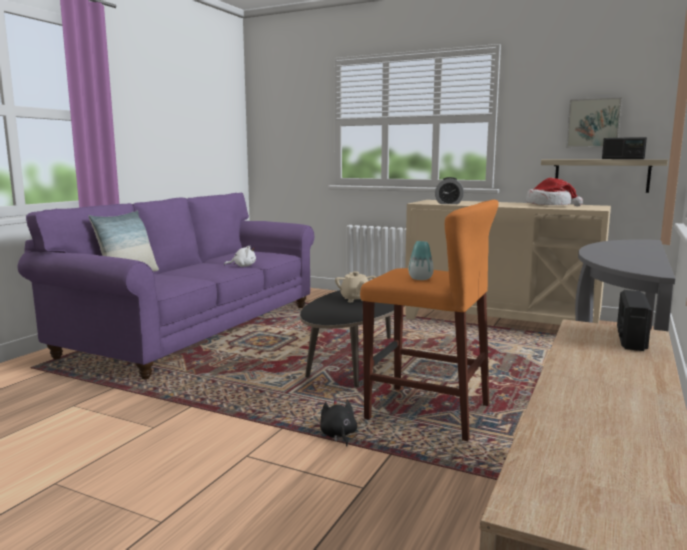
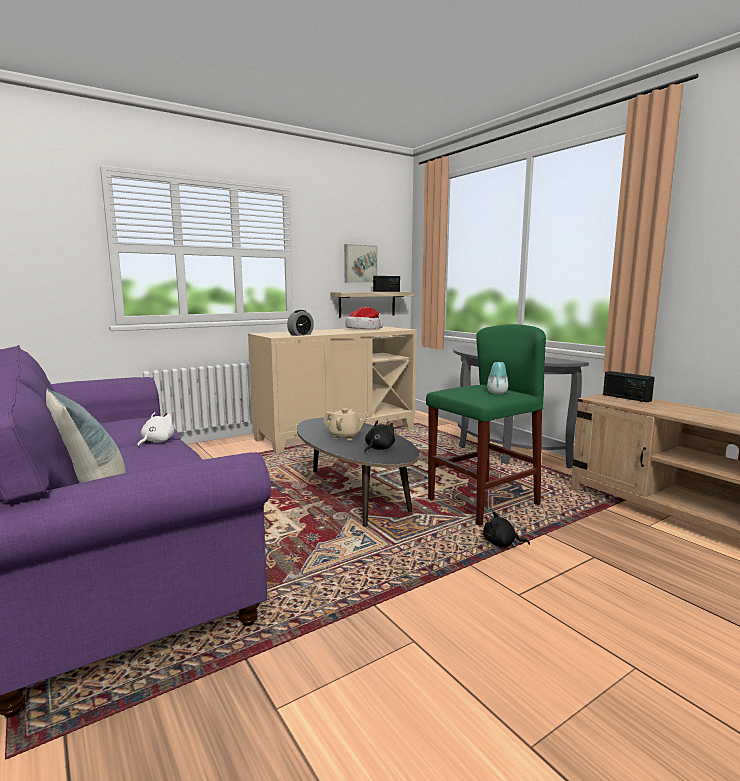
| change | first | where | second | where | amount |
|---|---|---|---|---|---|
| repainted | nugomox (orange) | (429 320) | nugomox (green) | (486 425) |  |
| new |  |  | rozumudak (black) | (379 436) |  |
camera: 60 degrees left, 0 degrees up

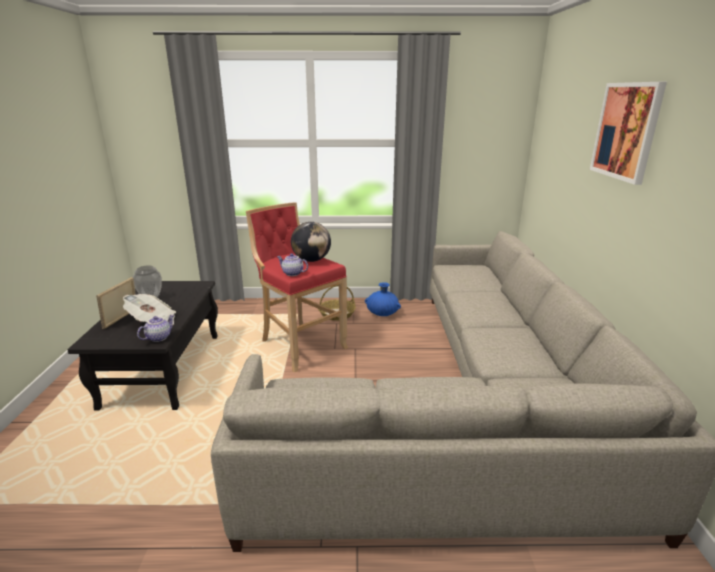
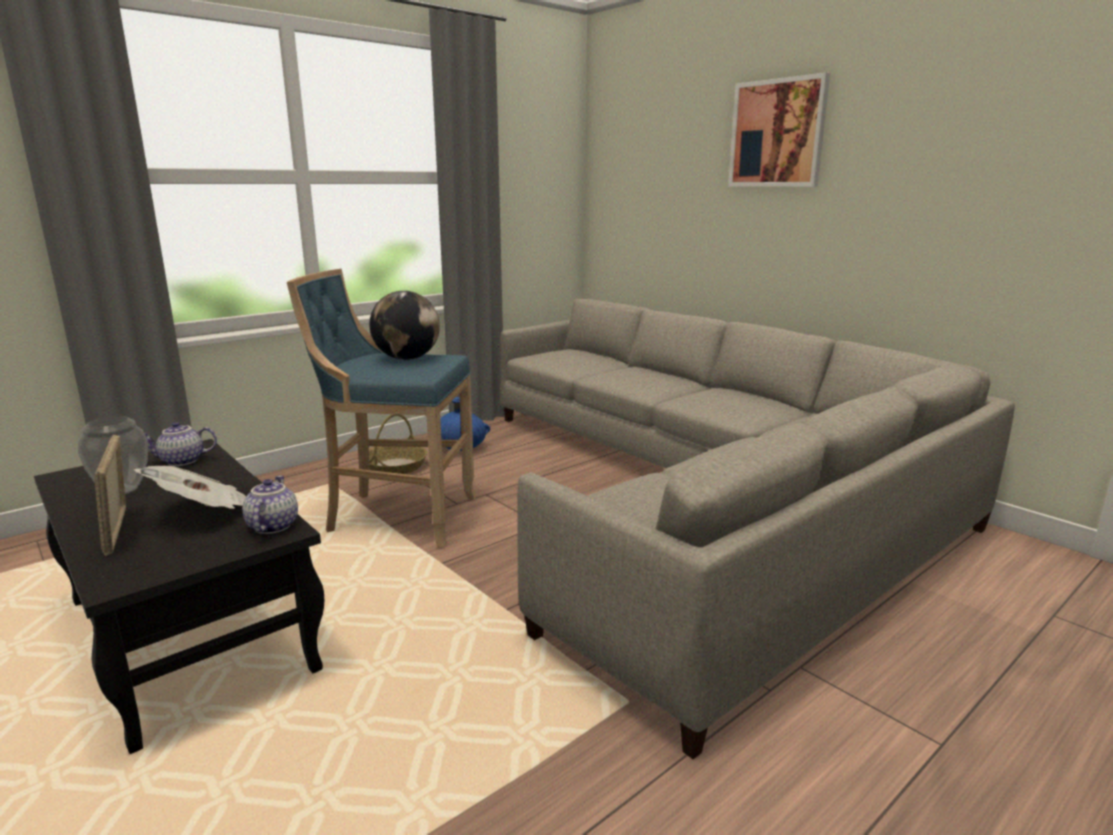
| change | first | where | second | where | amount |
|---|---|---|---|---|---|
| repainted | nugomox (red) | (297 287) | nugomox (blue) | (381 408) |  |
| shifted | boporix | (292 264) |  | (180 444) |  |
camera: 40 degrees left, 5 degrees down

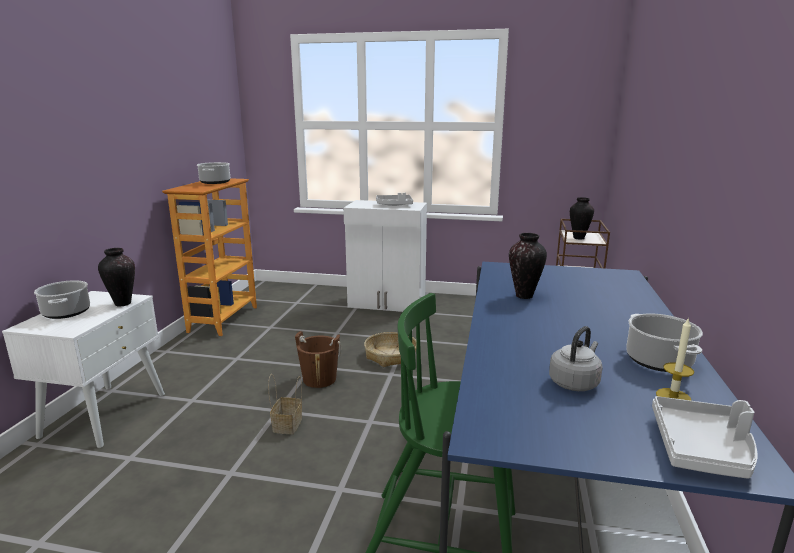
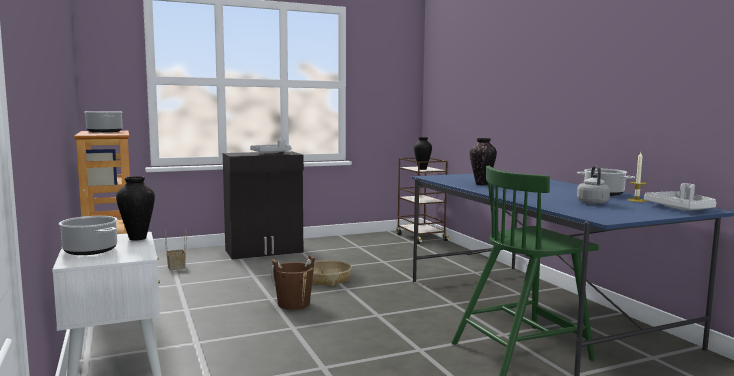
| change | first | where | second | where | amount |
|---|---|---|---|---|---|
| shifted | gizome | (285 404) |  | (175 250) |  |
| repainted | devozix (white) | (385 256) | devozix (black) | (263 205) |  |
camera: 35 degrees left, 10 degrees down

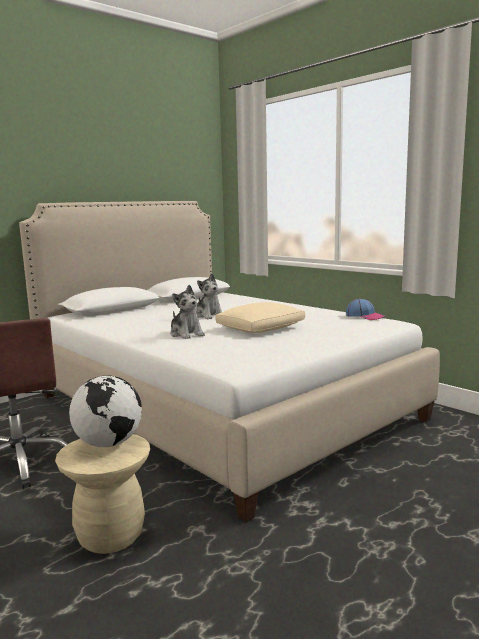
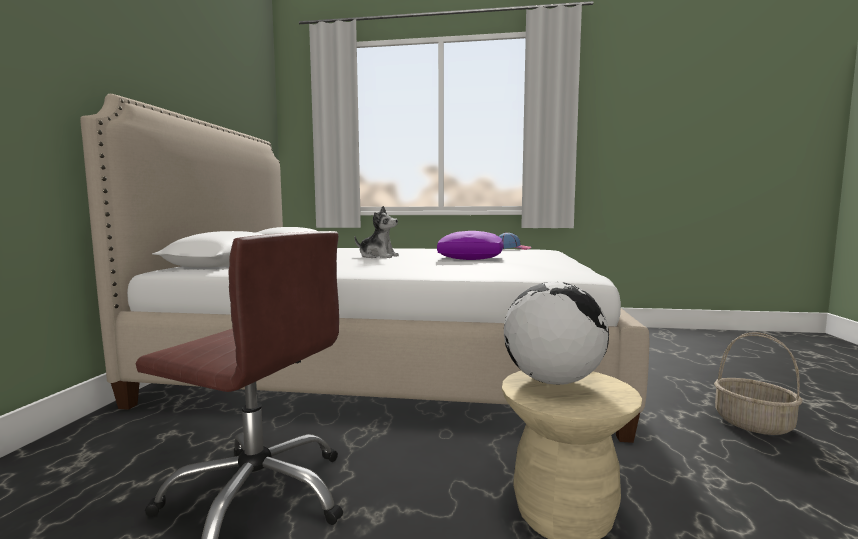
| change | first | where | second | where | amount |
|---|---|---|---|---|---|
| gone | rozumudak | (187 312) |  |  |  |
| repainted | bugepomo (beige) | (260 317) | bugepomo (purple) | (470 245) |  |
| new |  |  | gizome | (758 383) |  |
camera: 40 degrees left, 5 degrees down

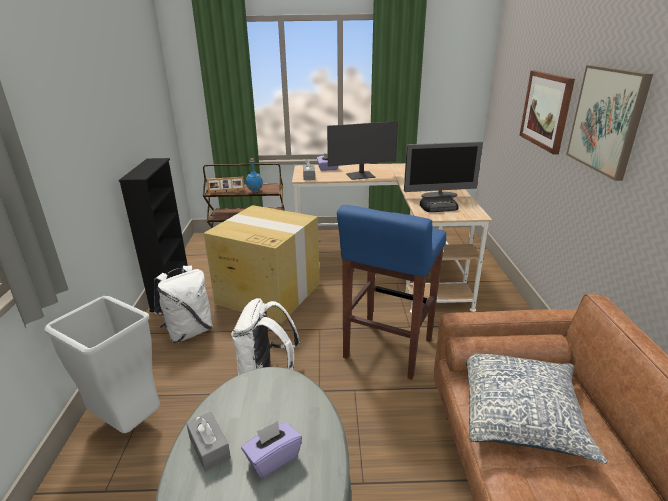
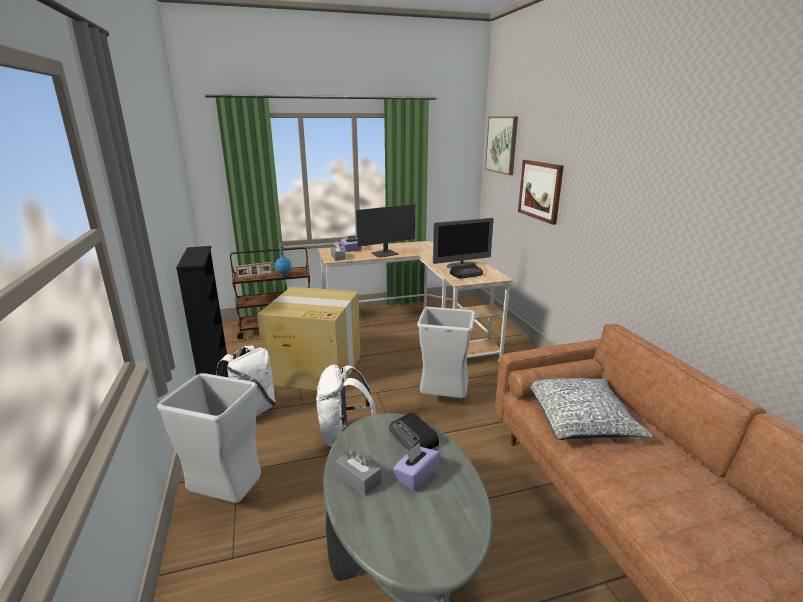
| change | first | where | second | where | amount |
|---|---|---|---|---|---|
| swapped | nugomox (blue) | (391 292) | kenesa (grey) | (446 352) |  |
| shifted | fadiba | (609 123) |  | (501 146) |  |
| new |  |  | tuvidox | (414 431) |  |
camera: 15 degrees left, 5 degrees down

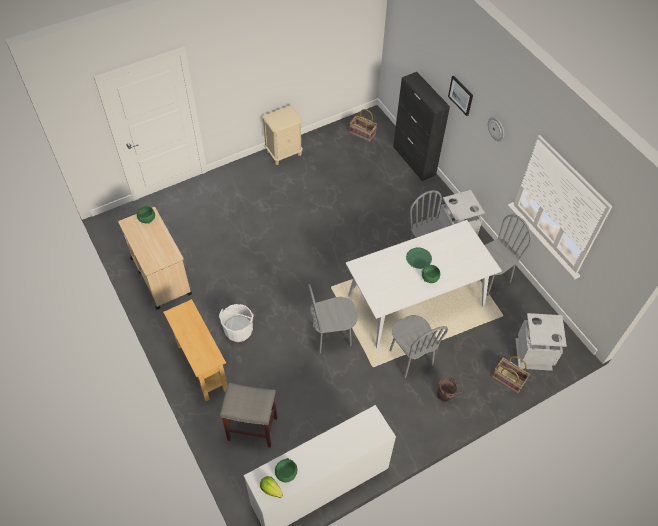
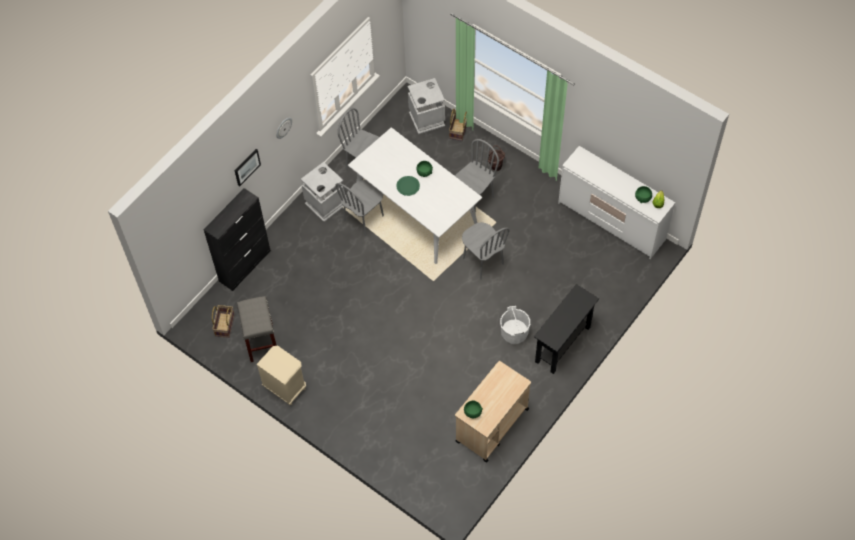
| change | first | where | second | where | amount |
|---|---|---|---|---|---|
| repainted | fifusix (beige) | (195 350) | fifusix (black) | (566 329) |  |
| shifted | nugomox (grey) | (248 415) |  | (257 329) |  |
camera: 110 degrees left, 5 degrees up

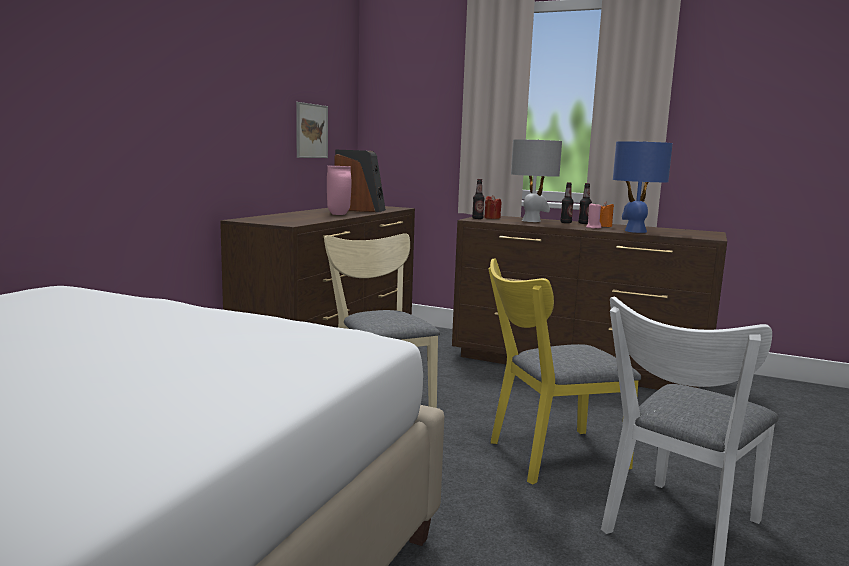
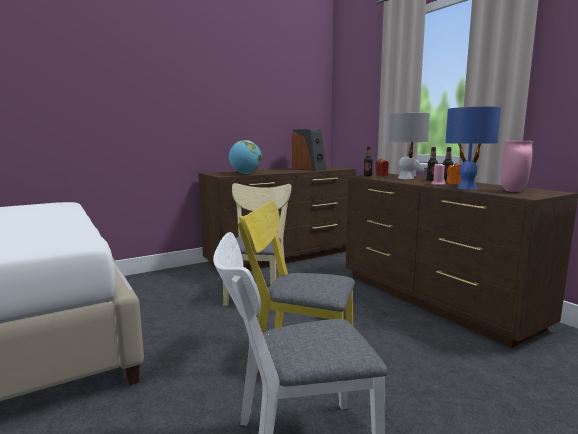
| change | first | where | second | where | amount |
|---|---|---|---|---|---|
| gone | fadiba | (312 130) |  |  |  |
| shifted | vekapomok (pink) | (339 190) |  | (517 166) |  |
| new |  |  | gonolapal | (245 157) |  |
camera: 35 degrees right, 0 degrees up

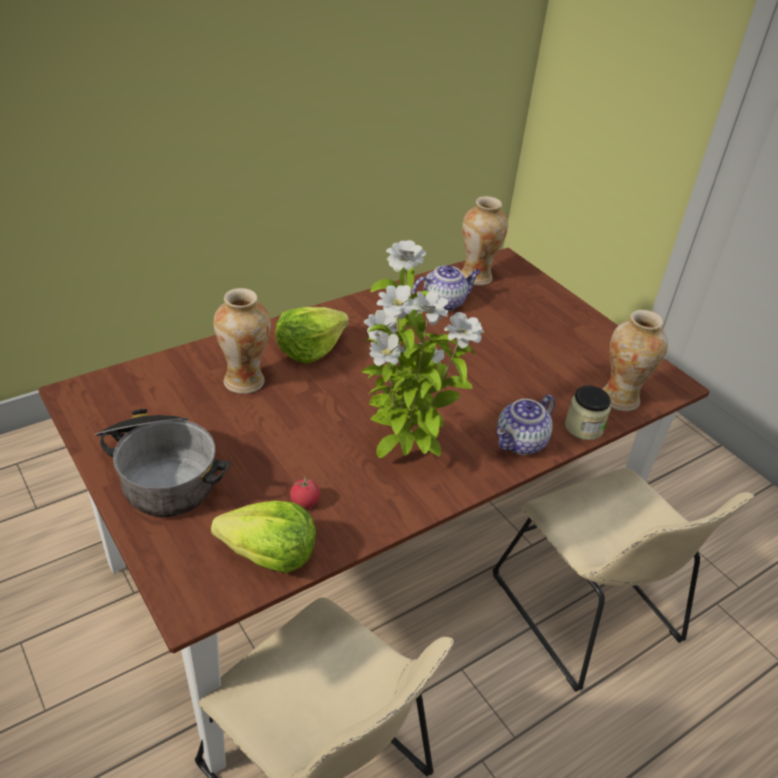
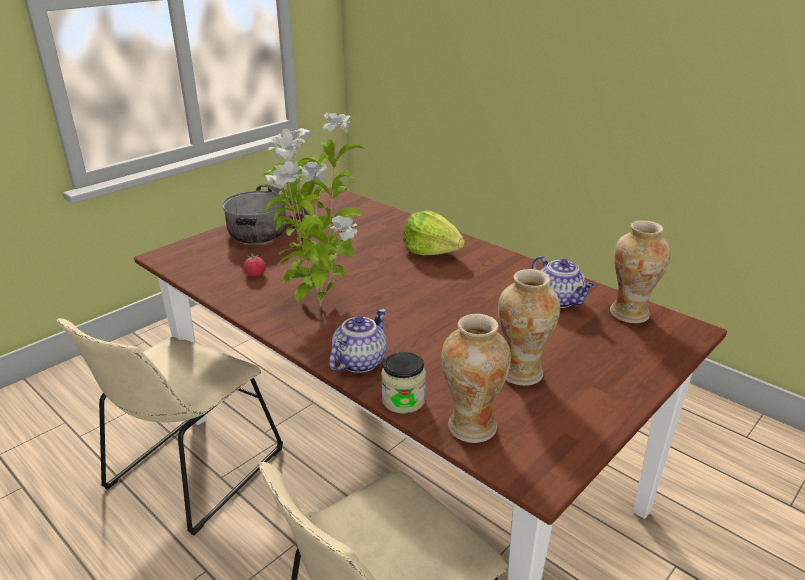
| change | first | where | second | where | amount |
|---|---|---|---|---|---|
| gone | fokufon | (263 537) |  |  |  |
| shifted | vekapomok | (242 341) |  | (529 327) |  |
| rotated | boporix | (526 425) |  | (358 341) | 90 degrees clockwise |
camera: 80 degrees right, 10 degrees down

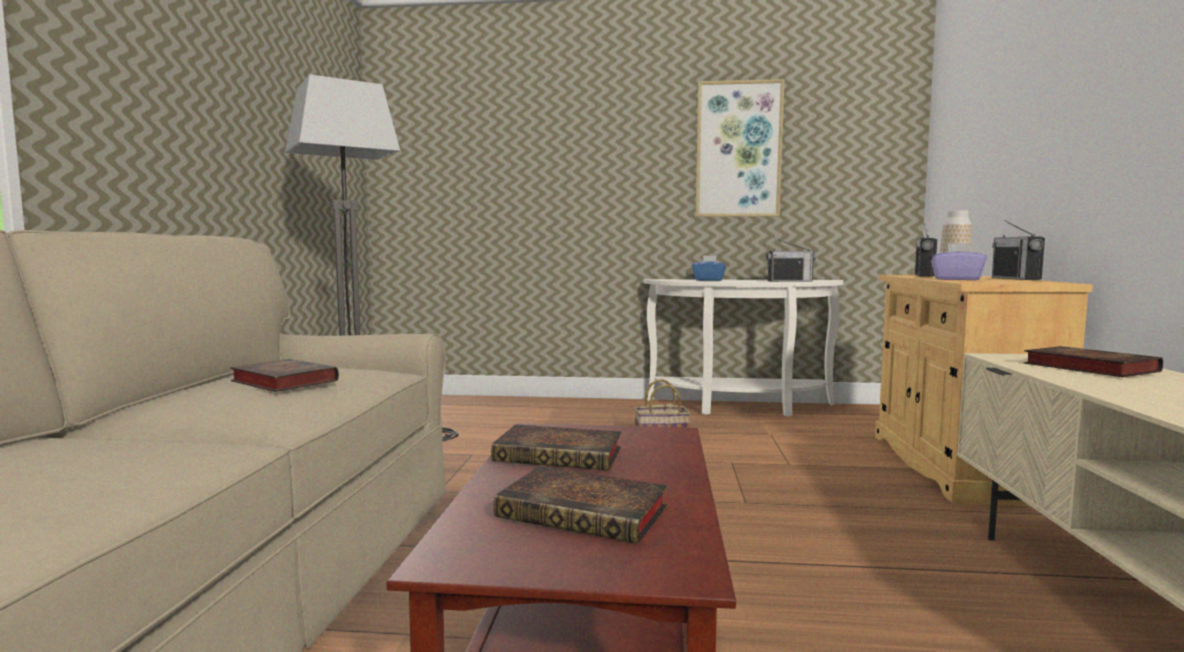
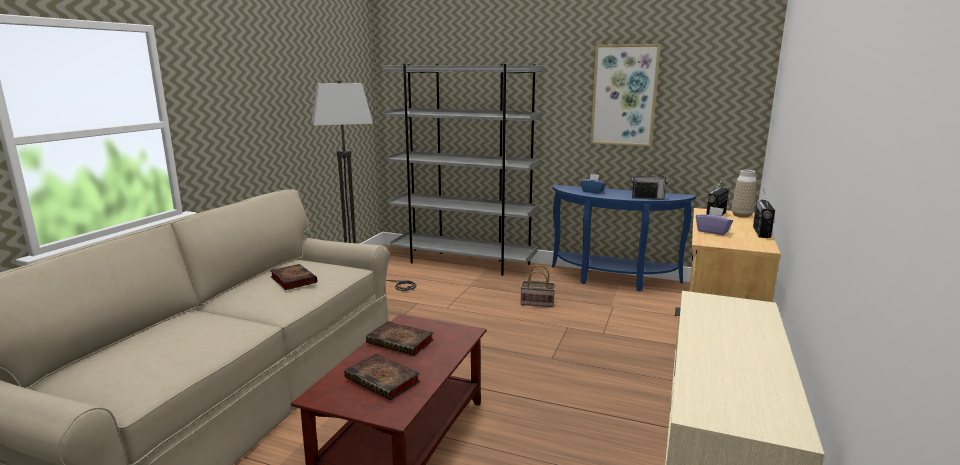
| change | first | where | second | where | amount |
|---|---|---|---|---|---|
| repainted | fifusix (white) | (744 348) | fifusix (blue) | (624 238) |  |
| gone | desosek | (1093 361) |  |  |  |
| new |  |  | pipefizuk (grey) | (462 170) |  |
camera: 15 degrees right, 10 degrees up

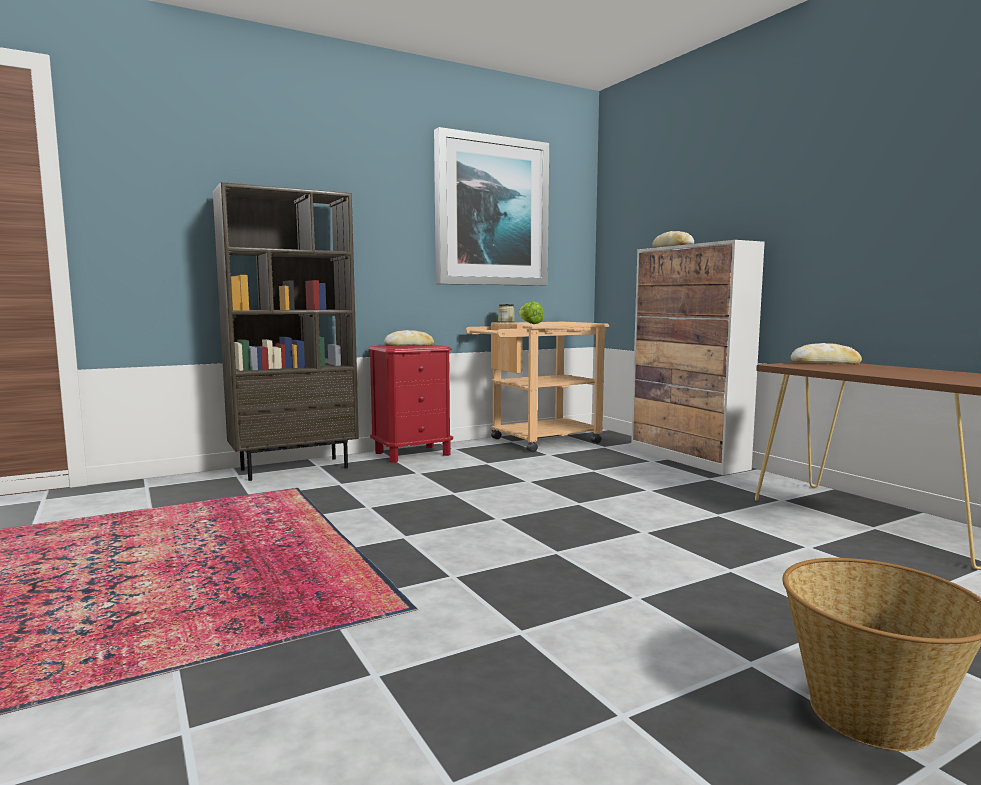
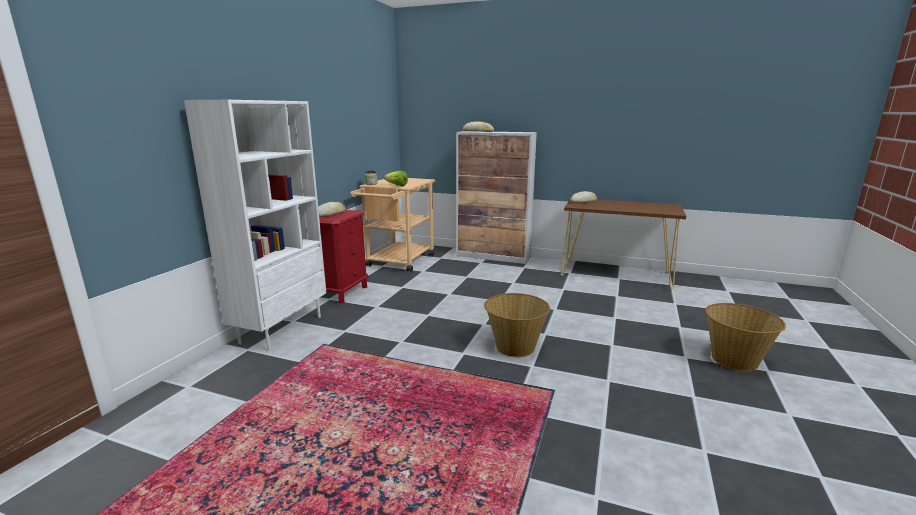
| change | first | where | second | where | amount |
|---|---|---|---|---|---|
| repainted | pipefizuk (brown) | (286 331) | pipefizuk (white) | (255 225) |  |
| gone | fadiba | (491 206) |  |  |  |
| new |  |  | gizome | (517 325) |  |
camera: 40 degrees left, 10 degrees up

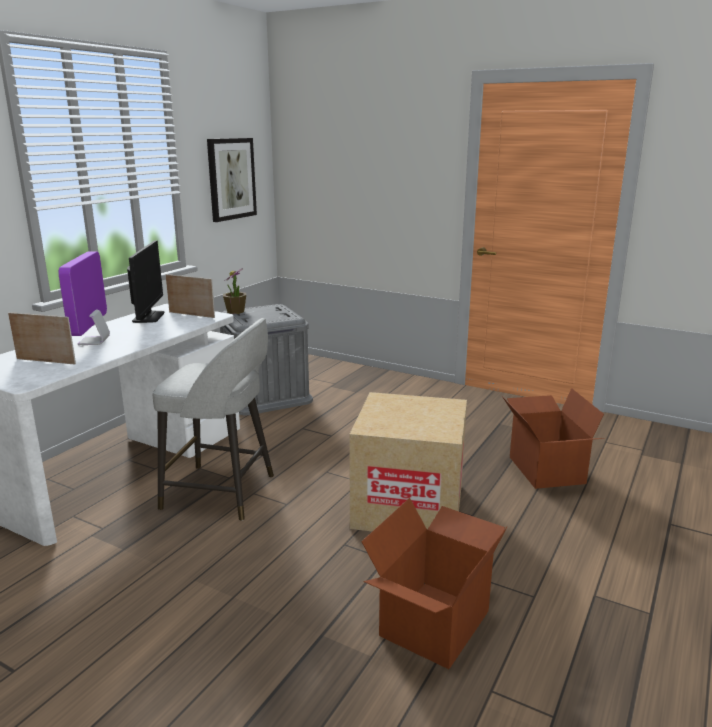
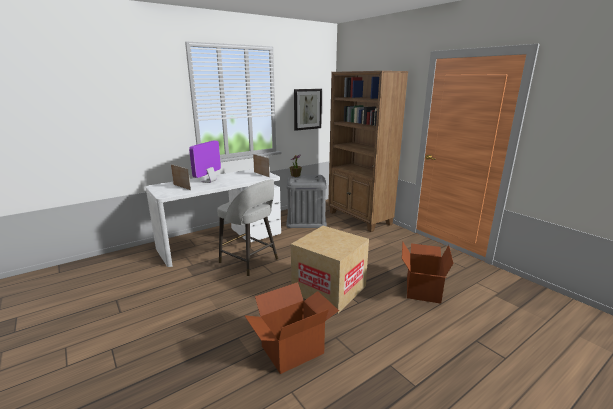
| change | first | where | second | where | amount |
|---|---|---|---|---|---|
| gone | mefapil | (145 281) |  |  |  |
| new |  |  | pipefizuk (brown) | (368 151) |  |
camera: 25 degrees right, 0 degrees up

